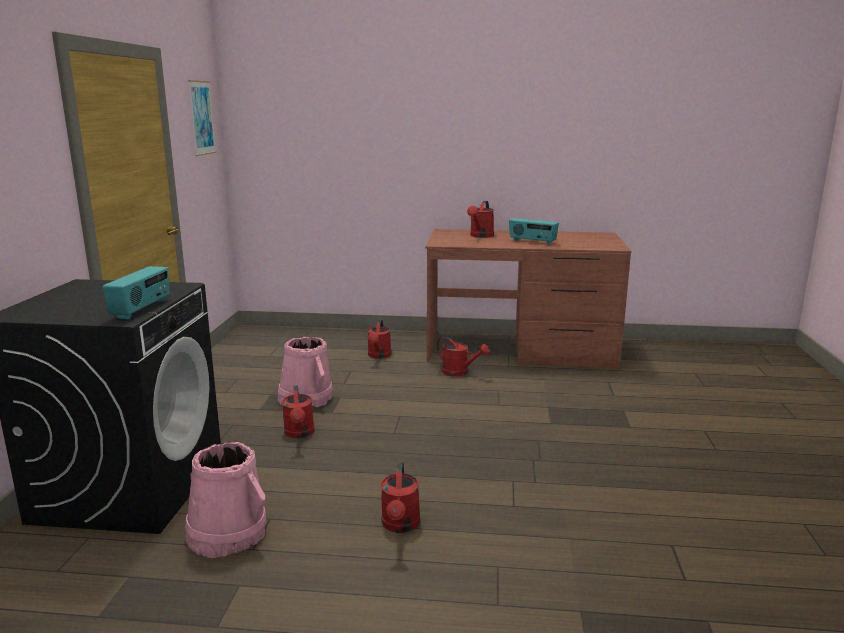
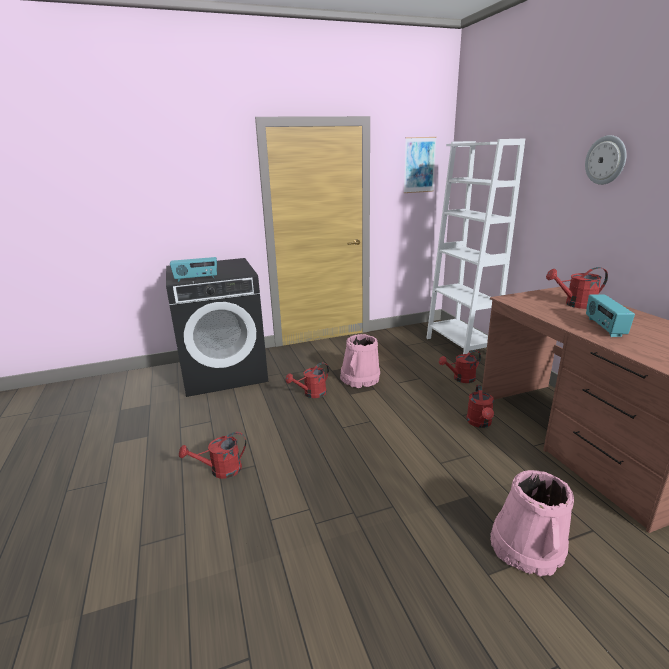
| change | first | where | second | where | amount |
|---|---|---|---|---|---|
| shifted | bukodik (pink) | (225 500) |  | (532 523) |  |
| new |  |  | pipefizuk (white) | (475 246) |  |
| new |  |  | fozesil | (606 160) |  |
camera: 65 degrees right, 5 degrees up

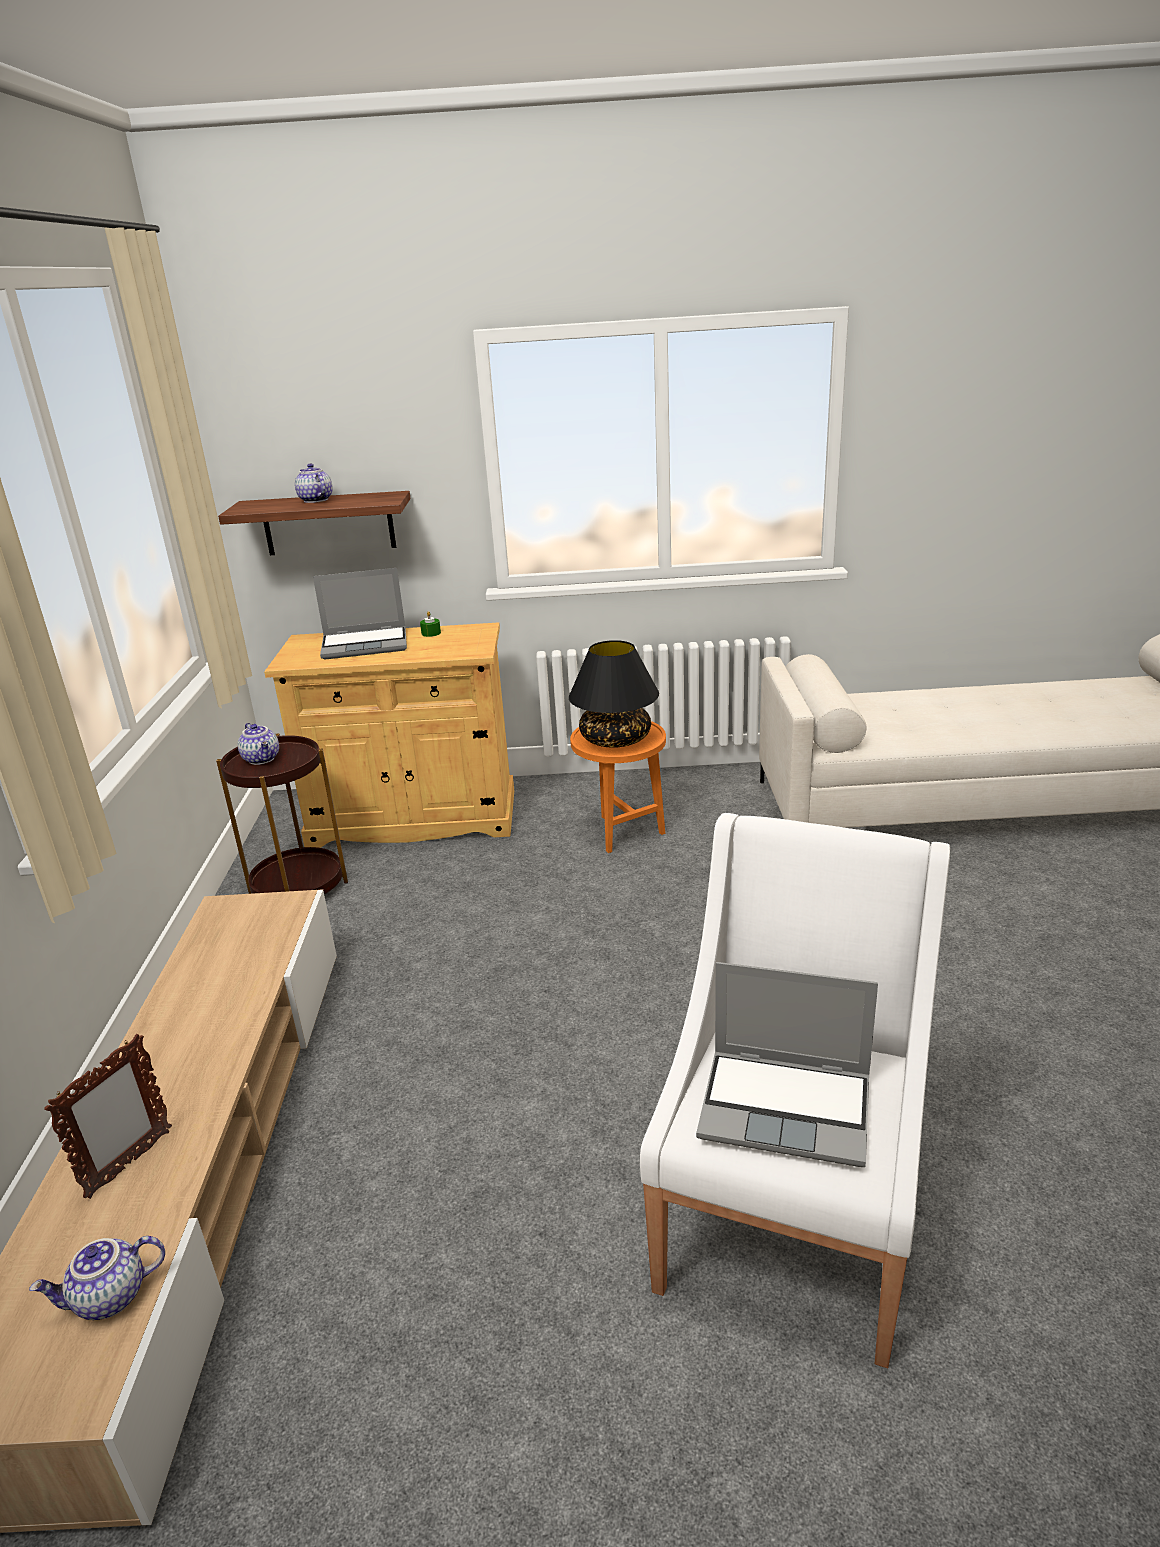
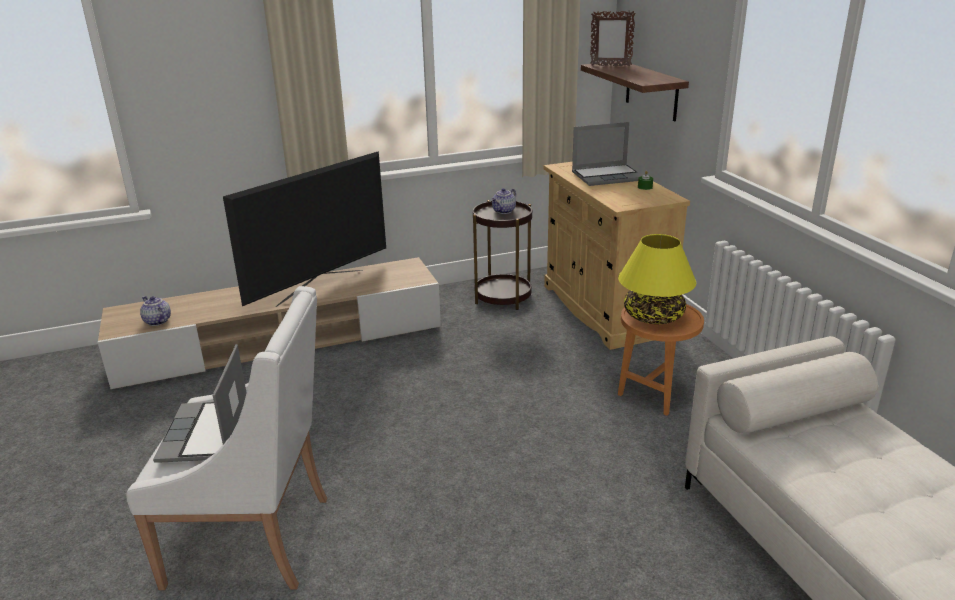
| change | first | where | second | where | amount |
|---|---|---|---|---|---|
| shifted | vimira | (108 1116) |  | (613 38) |  |
| gone | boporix | (314 483) |  |  |  |
| rotated | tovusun | (360 613) |  | (607 154) | 75 degrees counterclockwise |
| repainted | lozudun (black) | (614 694) | lozudun (yellow) | (657 279) |  |
| new |  |  | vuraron | (304 229) |  |
camera: 70 degrees right, 0 degrees up

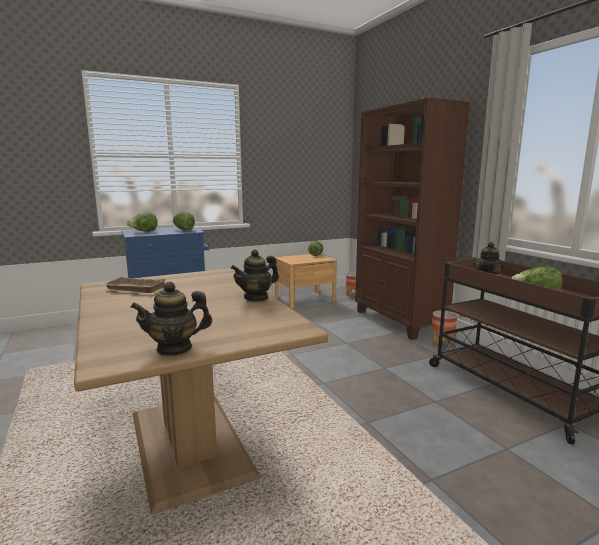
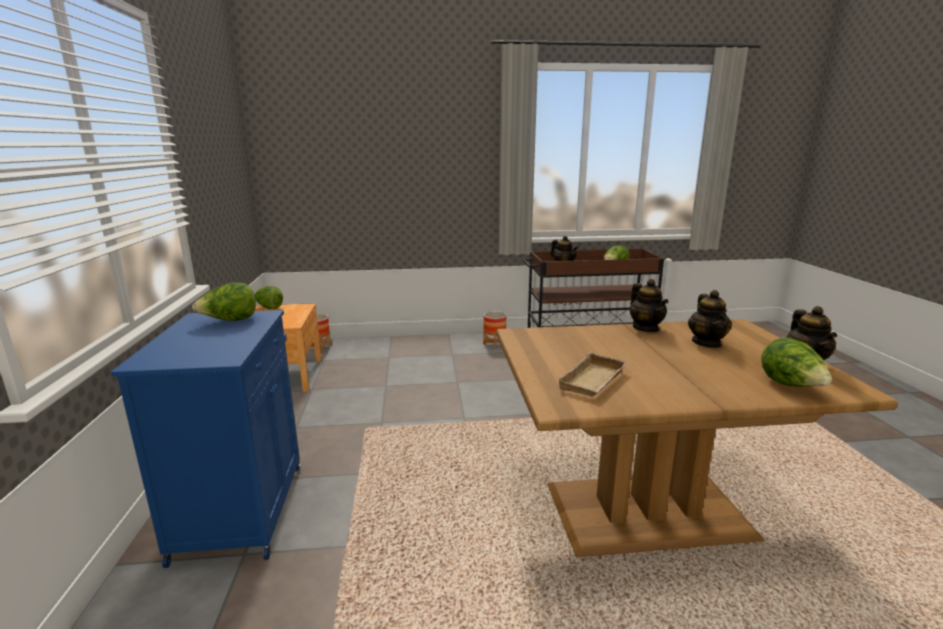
| change | first | where | second | where | amount |
|---|---|---|---|---|---|
| shifted | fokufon | (142 222) |  | (796 362) |  |
| gone | pipefizuk (brown) | (412 219) |  |  |  |
| new |  |  | boporix | (710 319) |  |
camera: 70 degrees left, 5 degrees up

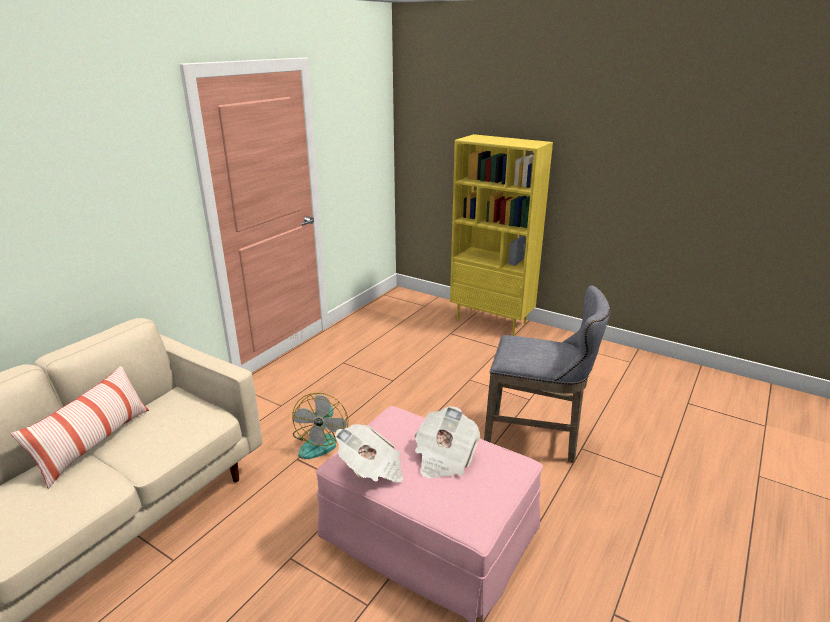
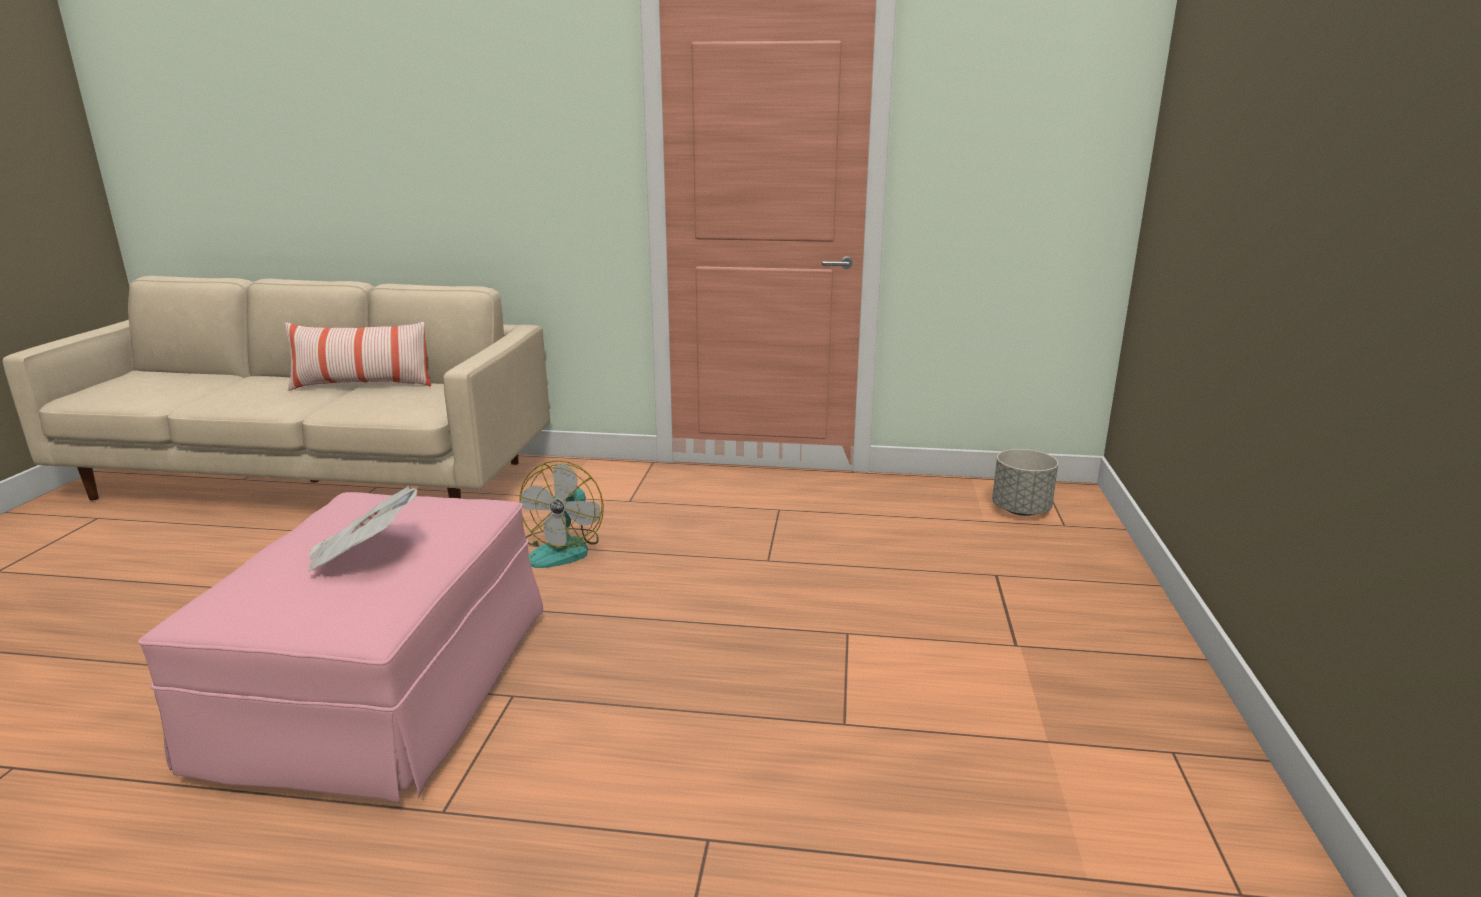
| change | first | where | second | where | amount |
|---|---|---|---|---|---|
| rotated | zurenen | (320 426) |  | (561 514) | 60 degrees counterclockwise |
| gone | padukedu | (369 453) |  |  |  |
| gone | pipefizuk (yellow) | (501 235) |  |  |  |
| gone | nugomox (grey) | (547 374) |  |  |  |
| new |  |  | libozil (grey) | (1025 482) |  |
camera: 65 degrees right, 5 degrees down

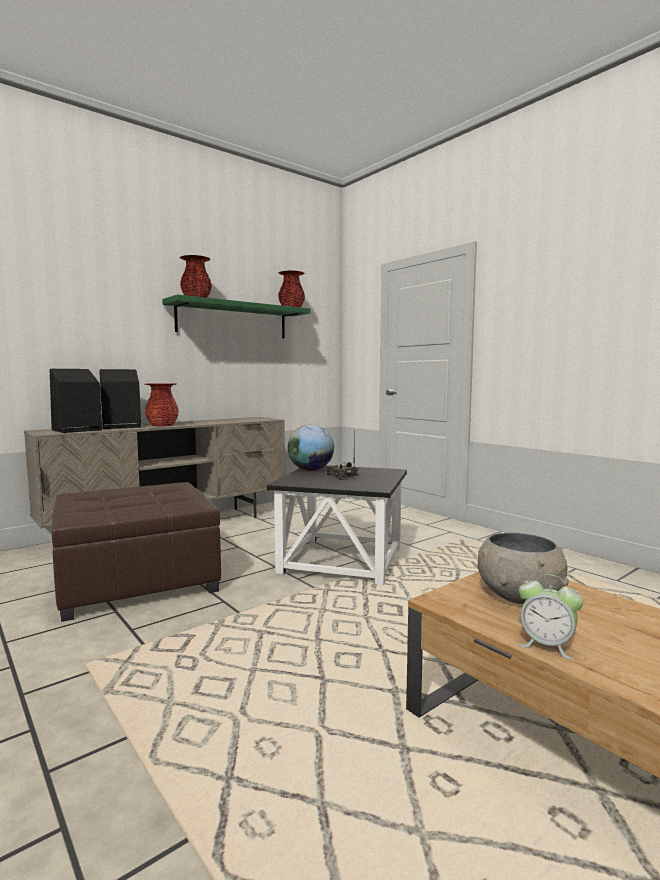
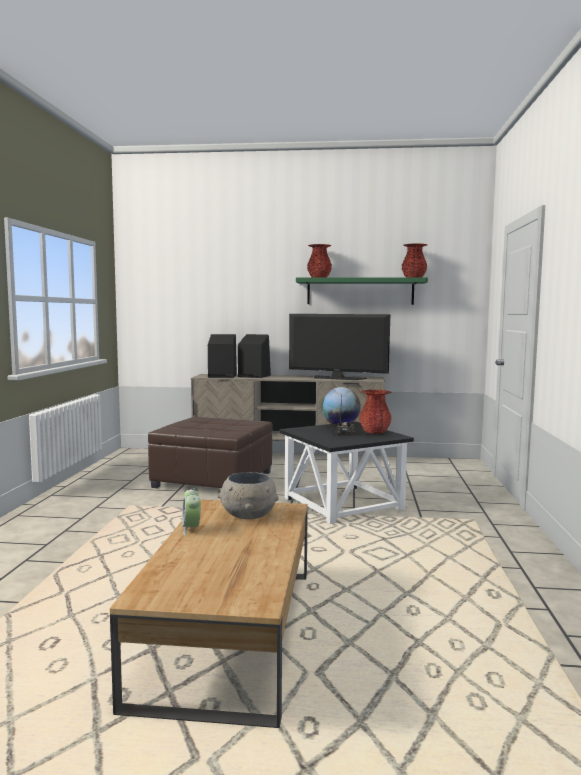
| change | first | where | second | where | amount |
|---|---|---|---|---|---|
| shifted | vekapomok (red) | (162 404) |  | (375 412) |  |
| new |  |  | vuraron | (339 347) |  |
camera: 45 degrees right, 0 degrees up

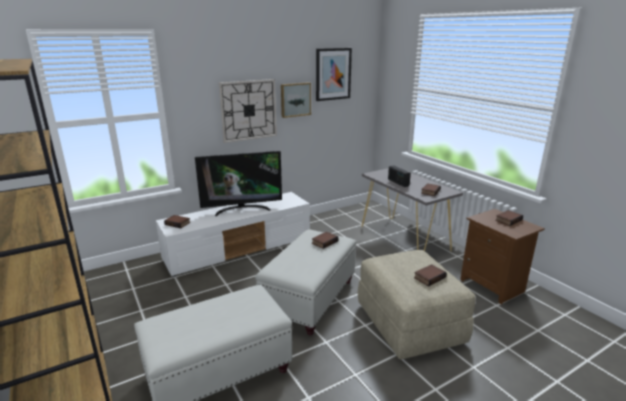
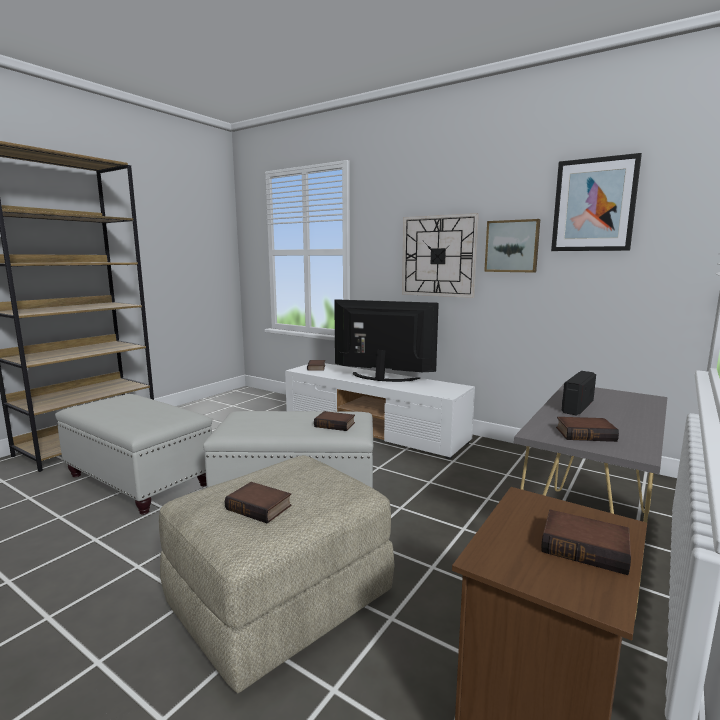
| change | first | where | second | where | amount |
|---|---|---|---|---|---|
| rotated | vuraron | (238 183) |  | (386 340) | 150 degrees clockwise |
camera: 65 degrees right, 10 degrees down

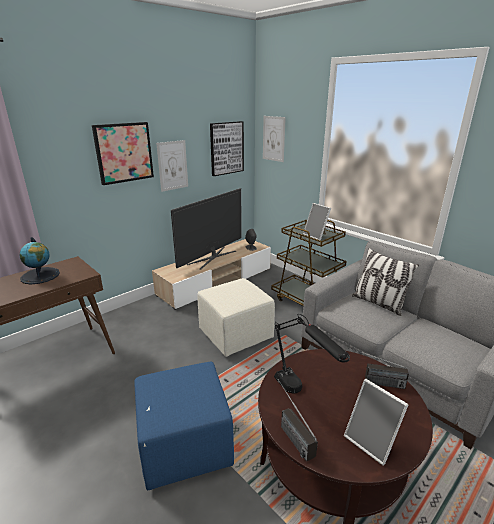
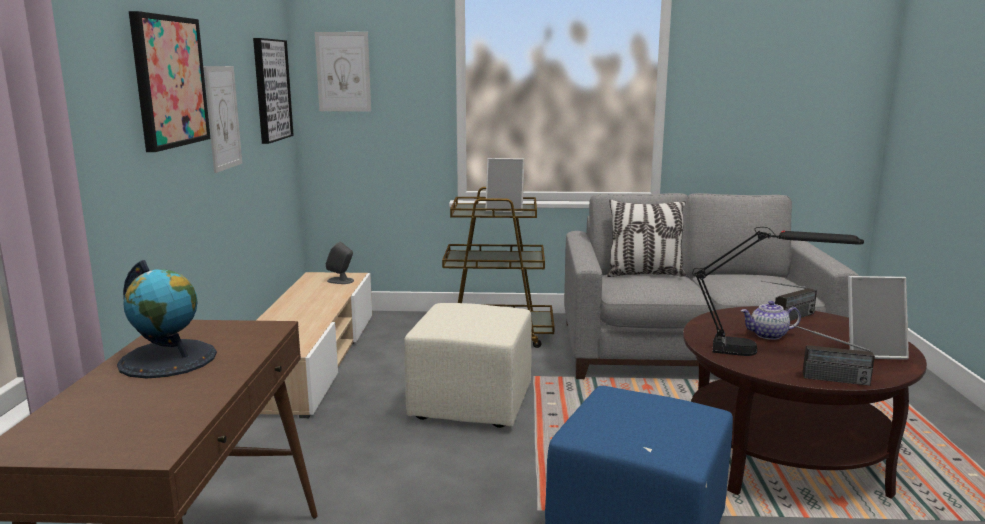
| change | first | where | second | where | amount |
|---|---|---|---|---|---|
| gone | vuraron | (206 229) |  |  |  |
| new |  |  | boporix | (771 320) |  |
camera: 45 degrees left, 10 degrees down

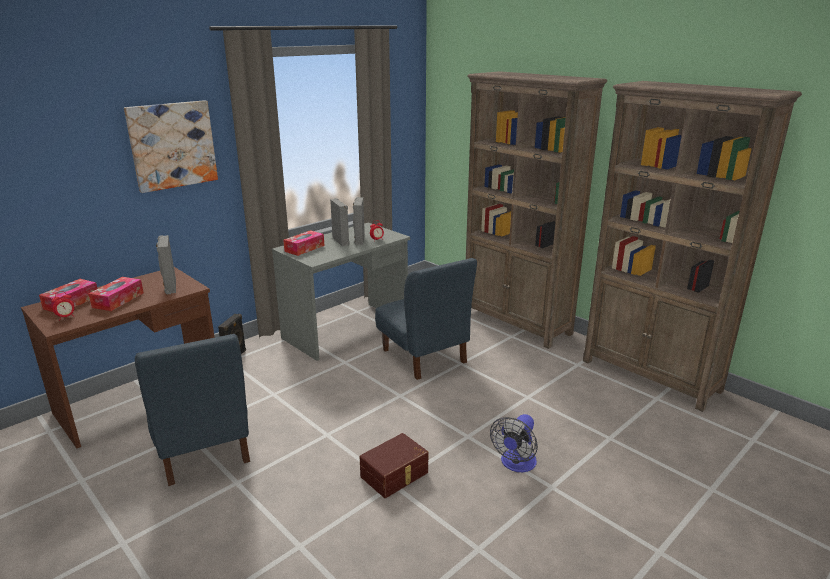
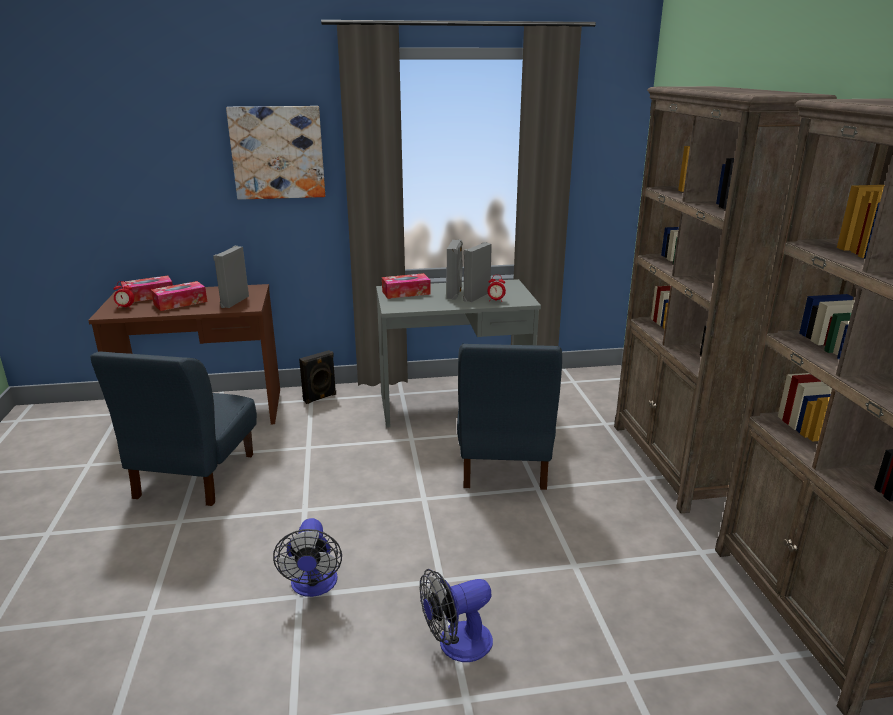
| change | first | where | second | where | amount |
|---|---|---|---|---|---|
| swapped | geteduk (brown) | (393 465) | zurenen | (307 557) |  |
camera: 35 degrees right, 0 degrees up

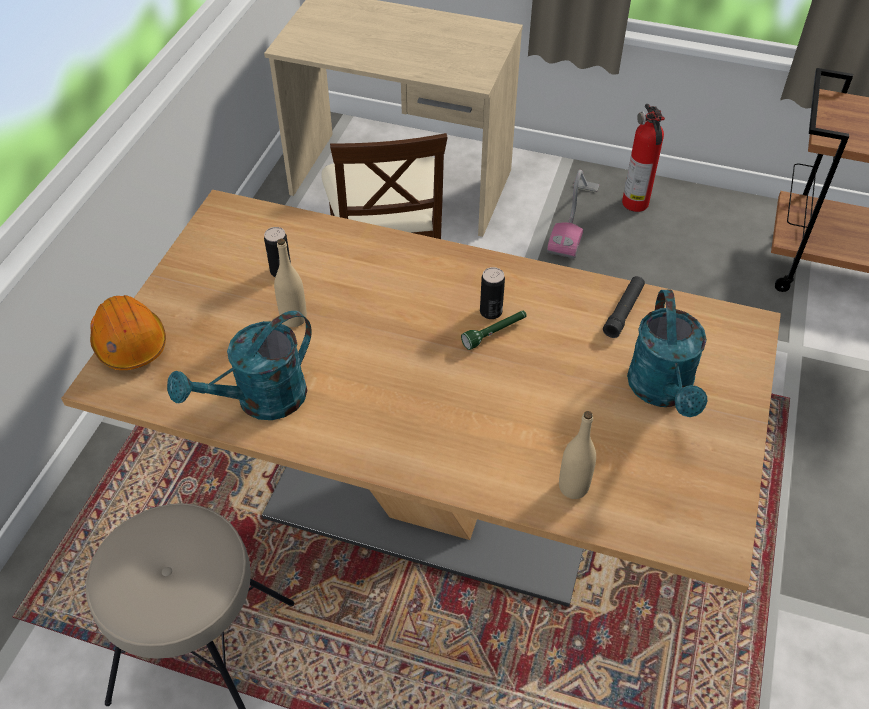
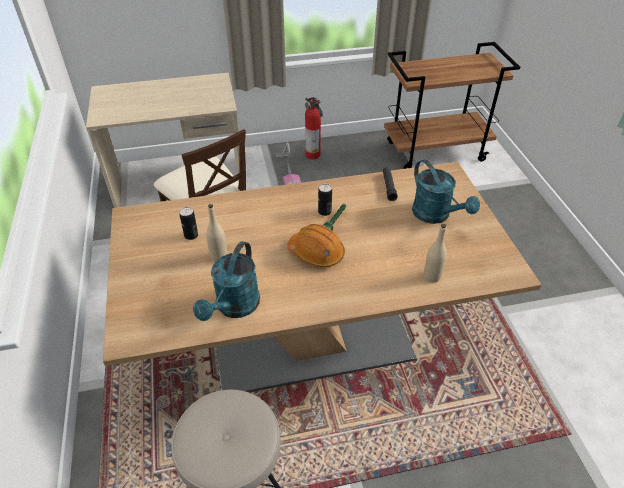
| change | first | where | second | where | amount |
|---|---|---|---|---|---|
| shifted | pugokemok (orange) | (128 332) |  | (316 245) |  |
camera: 30 degrees left, 5 degrees down

